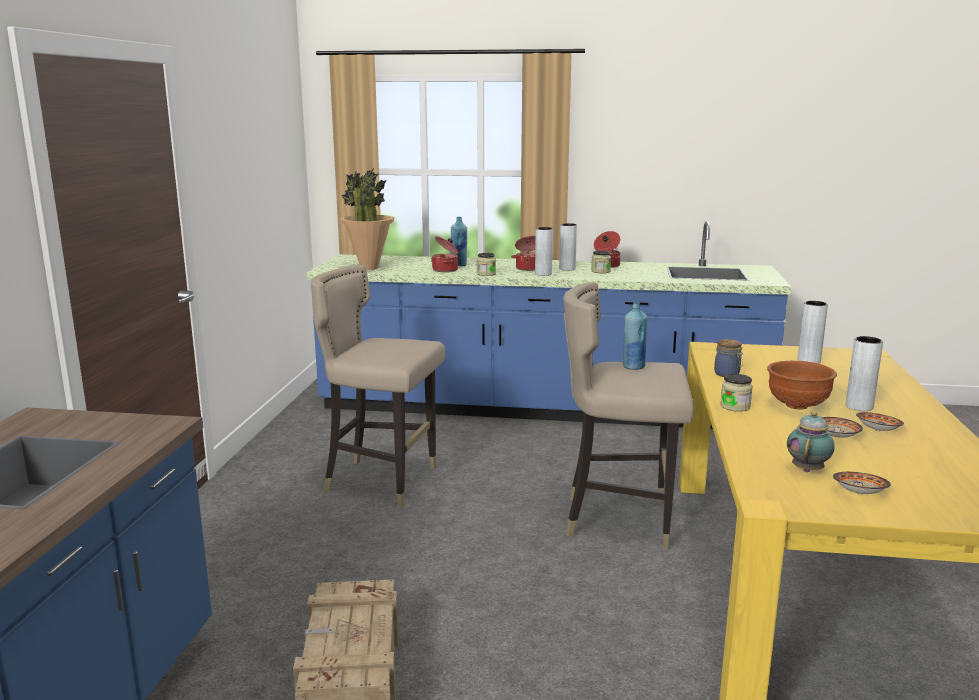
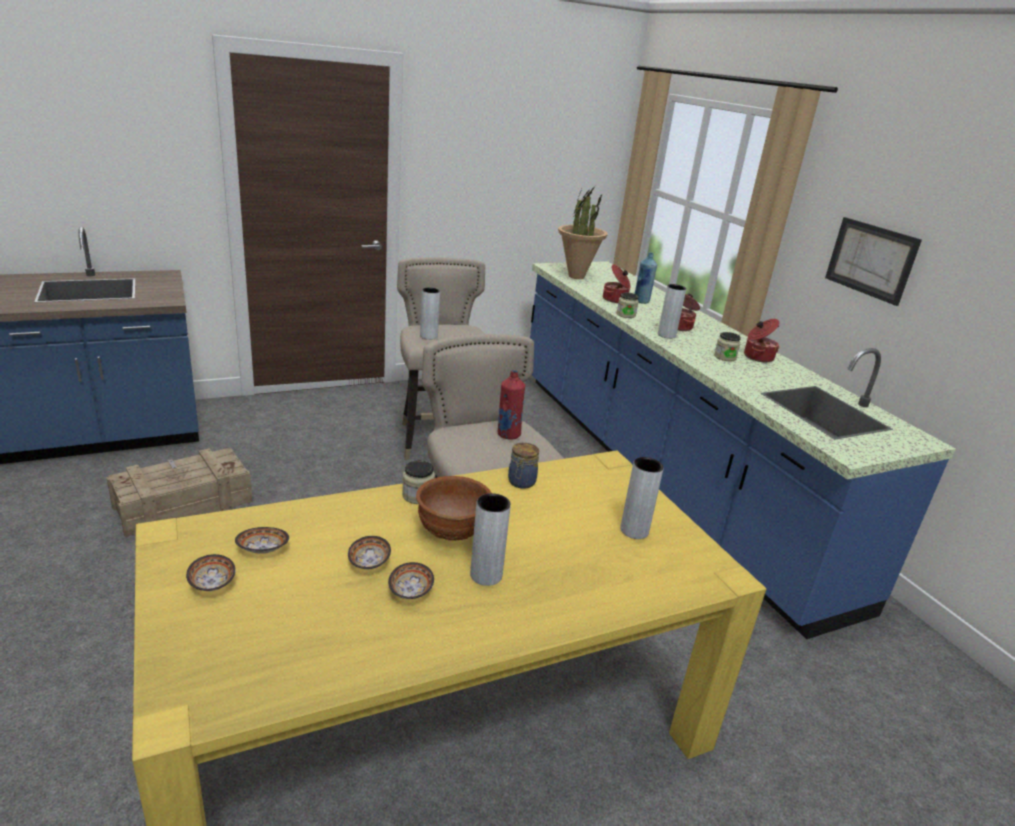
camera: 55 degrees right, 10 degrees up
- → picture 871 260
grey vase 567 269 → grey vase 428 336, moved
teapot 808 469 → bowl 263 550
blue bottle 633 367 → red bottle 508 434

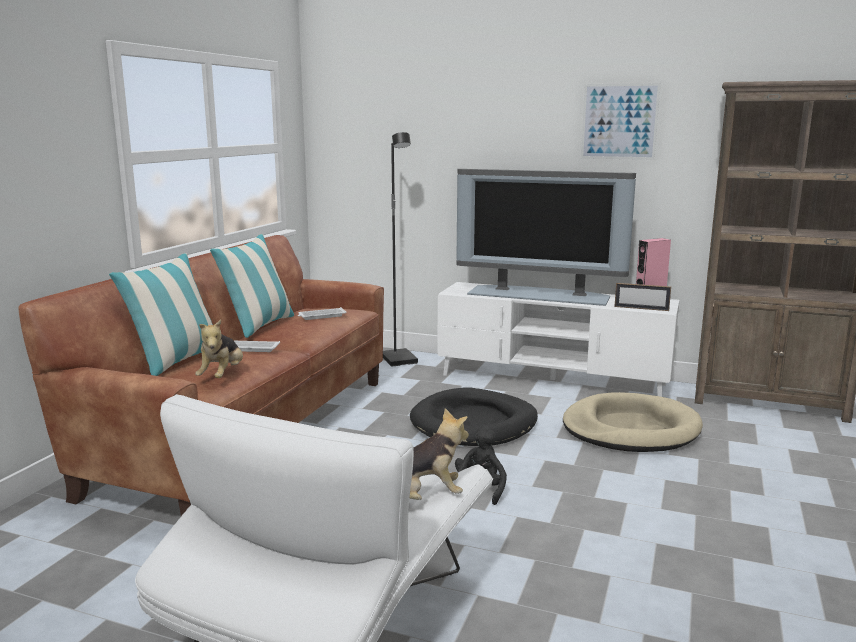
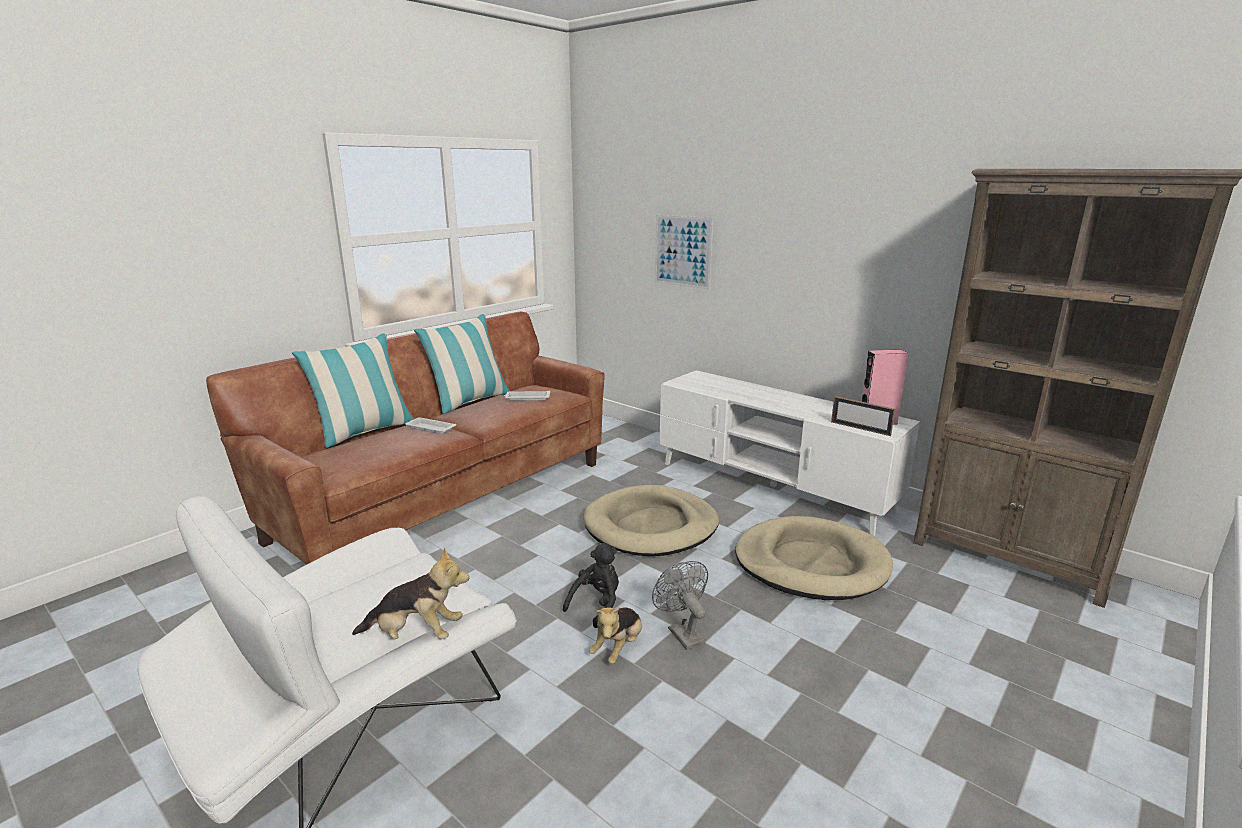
camera: 20 degrees right, 5 degrees up
black floor lamp 400 359 → -
television 539 294 → -
- → grey fan 682 633
plush toy 222 376 → plush toy 618 648, moved
picture 619 121 → picture 682 251, moved
black dog bed 474 423 → beige dog bed 651 526

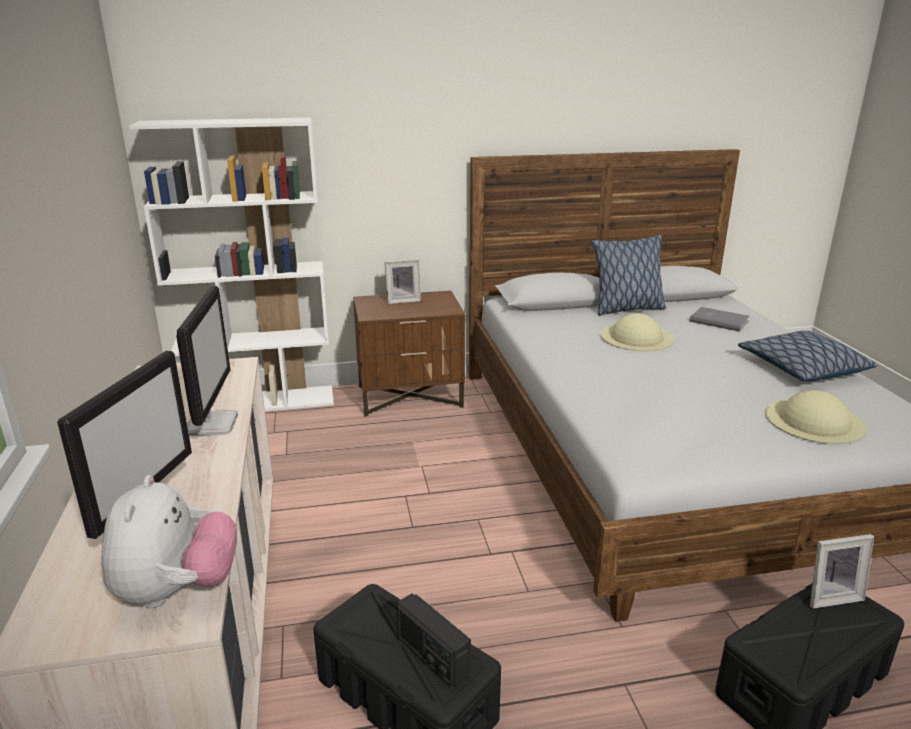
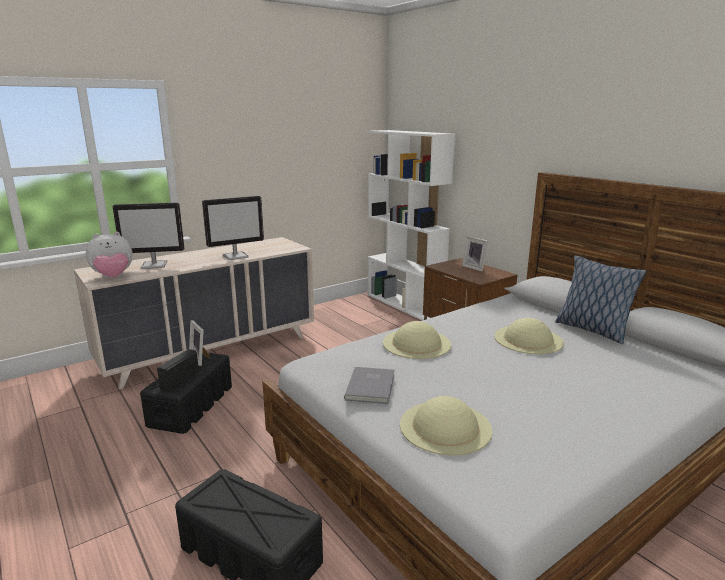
camera: 65 degrees right, 5 degrees down
pillow 802 368 → -
- → beige hat 417 343
grey book 718 320 → grey book 372 386, moved
picture frame 830 595 → picture frame 201 358, moved

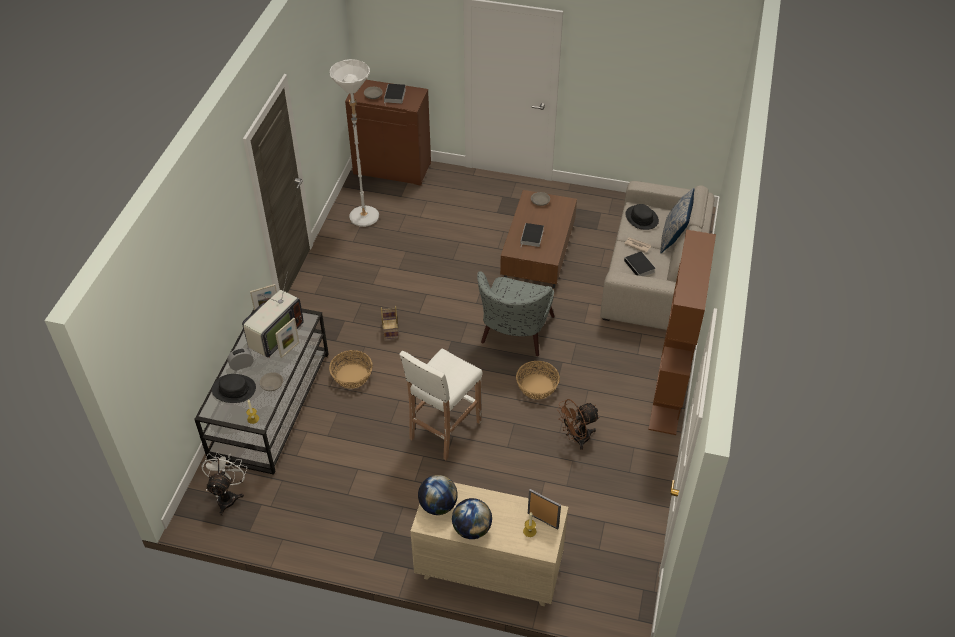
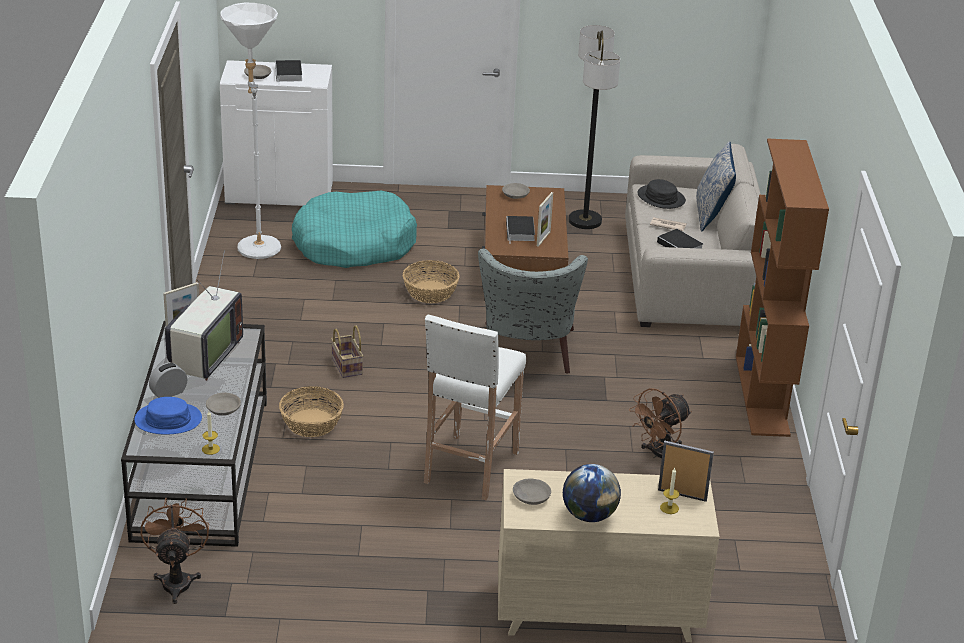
camera: 15 degrees left, 15 degrees down
- → turquoise dog bed 353 244
- → floor lamp 585 221
picture frame 289 350 → picture frame 543 239, moved
basket 537 386 → basket 430 292, moved
globe 438 505 → grey bowl 530 497
white fan 228 496 → brown fan 177 580
black hat 234 389 → blue hat 168 419
brown cabinet 393 168 → white cabinet 280 193

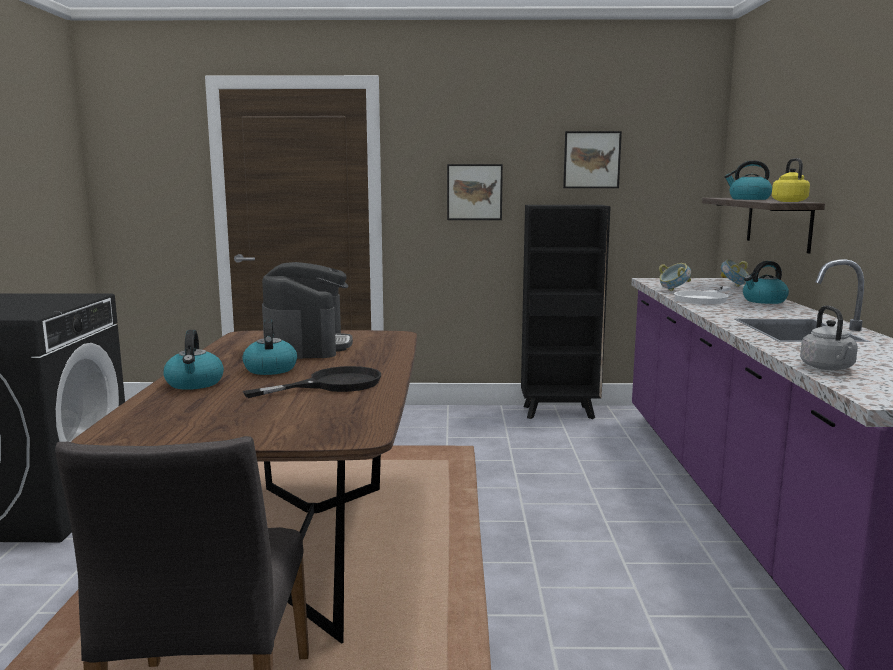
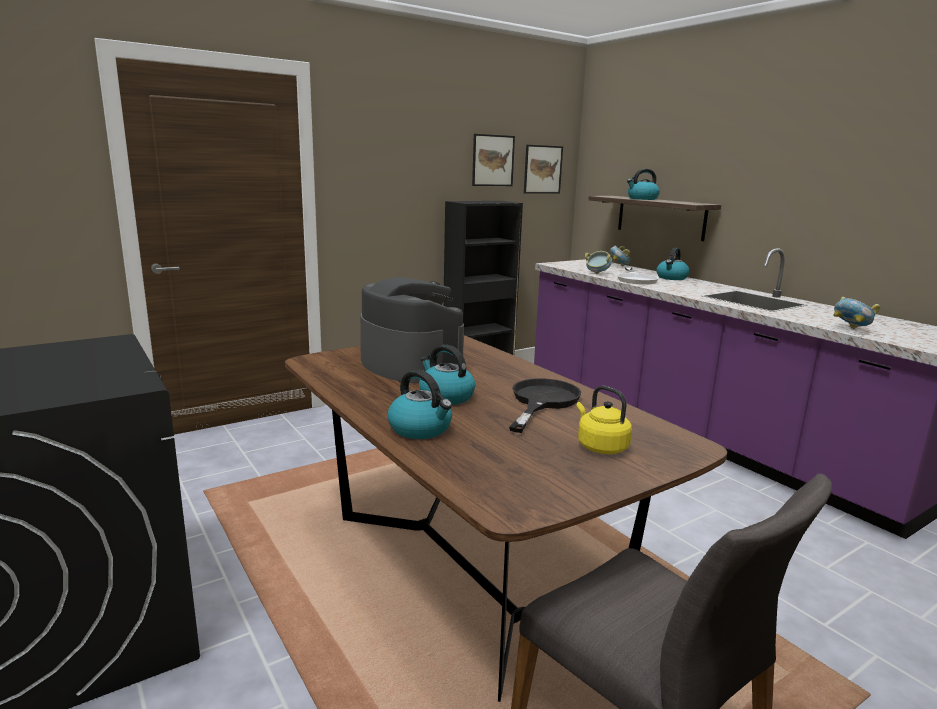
camera: 35 degrees left, 5 degrees up
picture 474 192 → picture 542 169, moved
yellow kettle 788 201 → yellow kettle 600 446, moved
grey kettle 828 368 → bowl 851 329

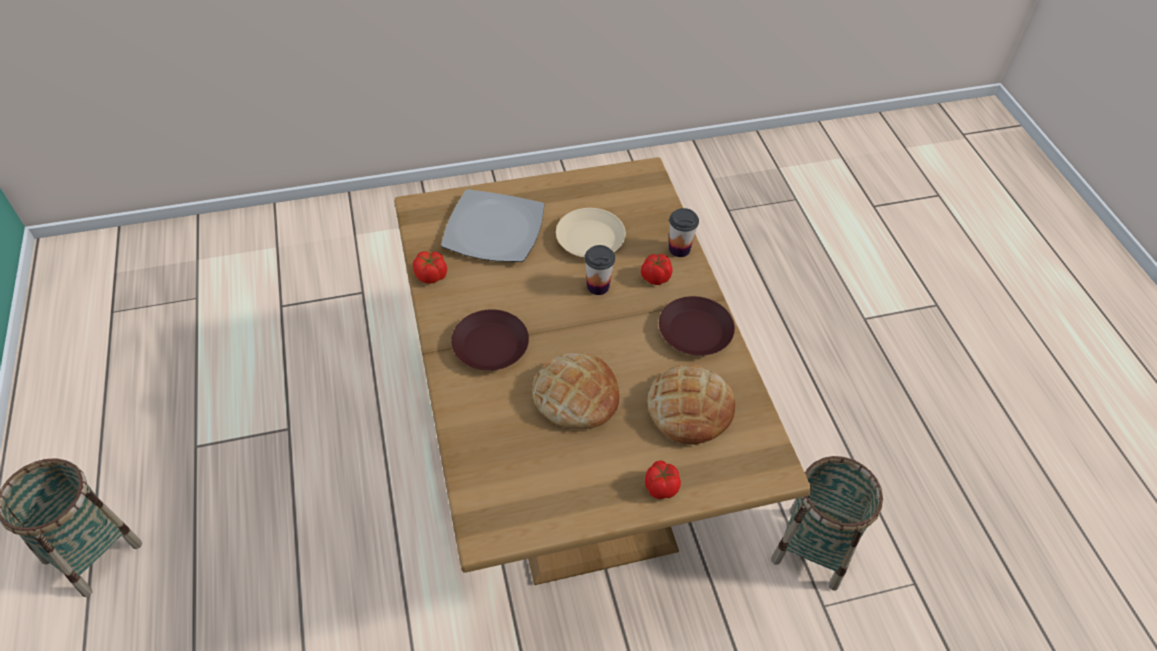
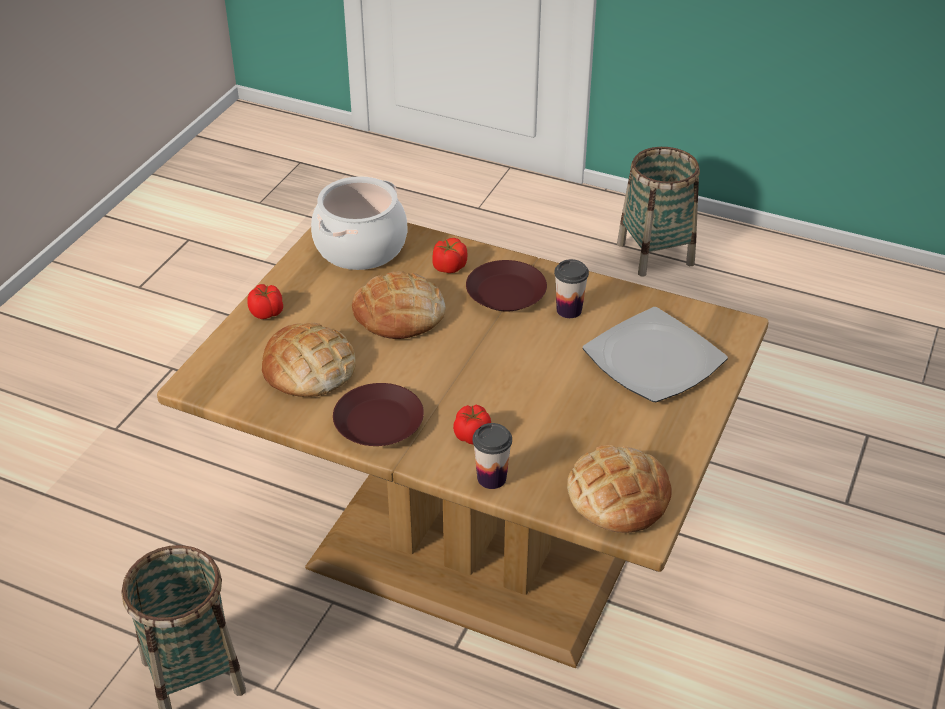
camera: 130 degrees right, 10 degrees down
beige plate 589 239 → -
- → cooking pot 360 246
- → bread 618 496
tomato 431 276 → tomato 449 267, moved
cup 598 286 → cup 569 310, moved

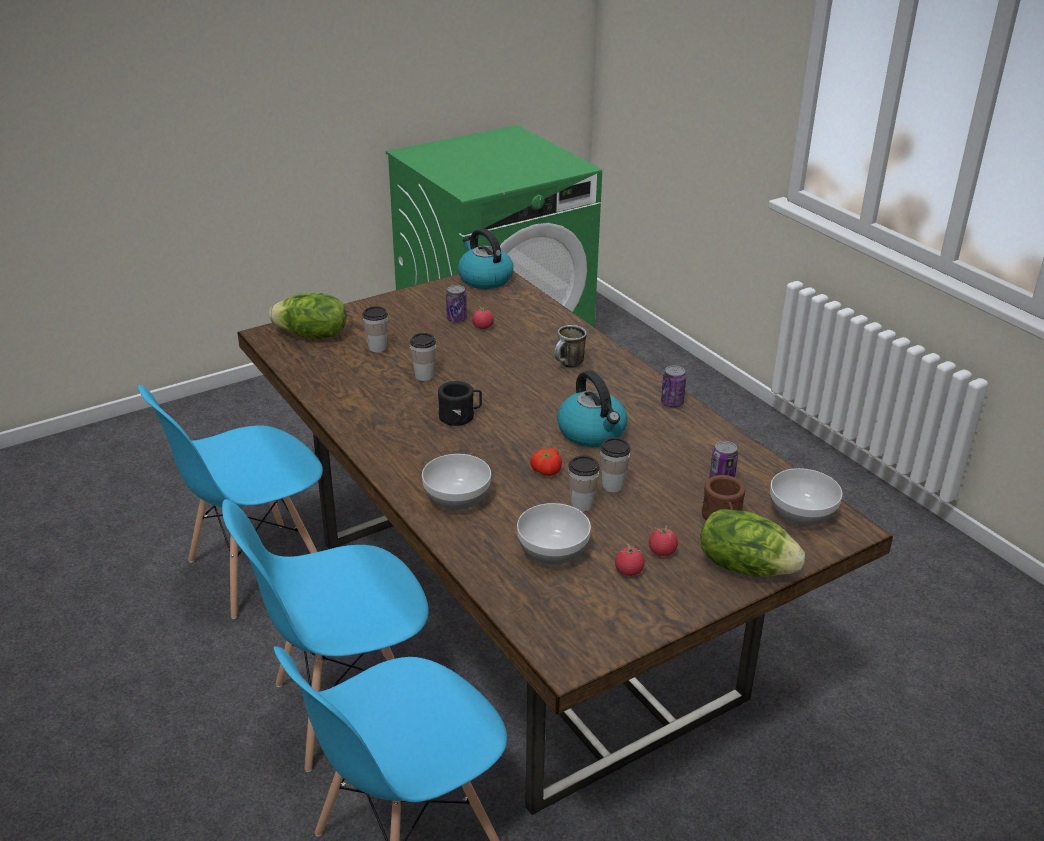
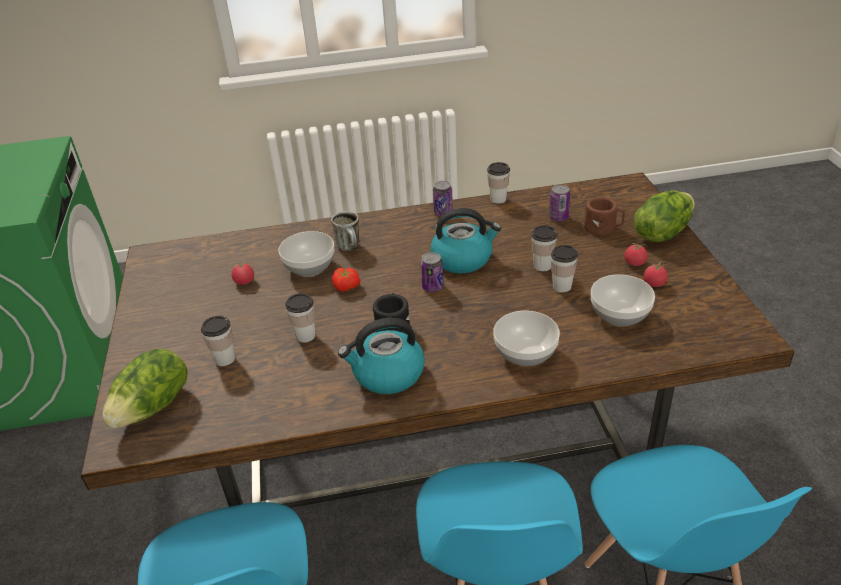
camera: 65 degrees left, 5 degrees up
- → cup 498 199
can 456 319 → can 432 287, moved
kettle 484 279 → kettle 387 374, moved
tomato 545 471 → tomato 346 287, moved
bowl 802 515 → bowl 310 267, moved

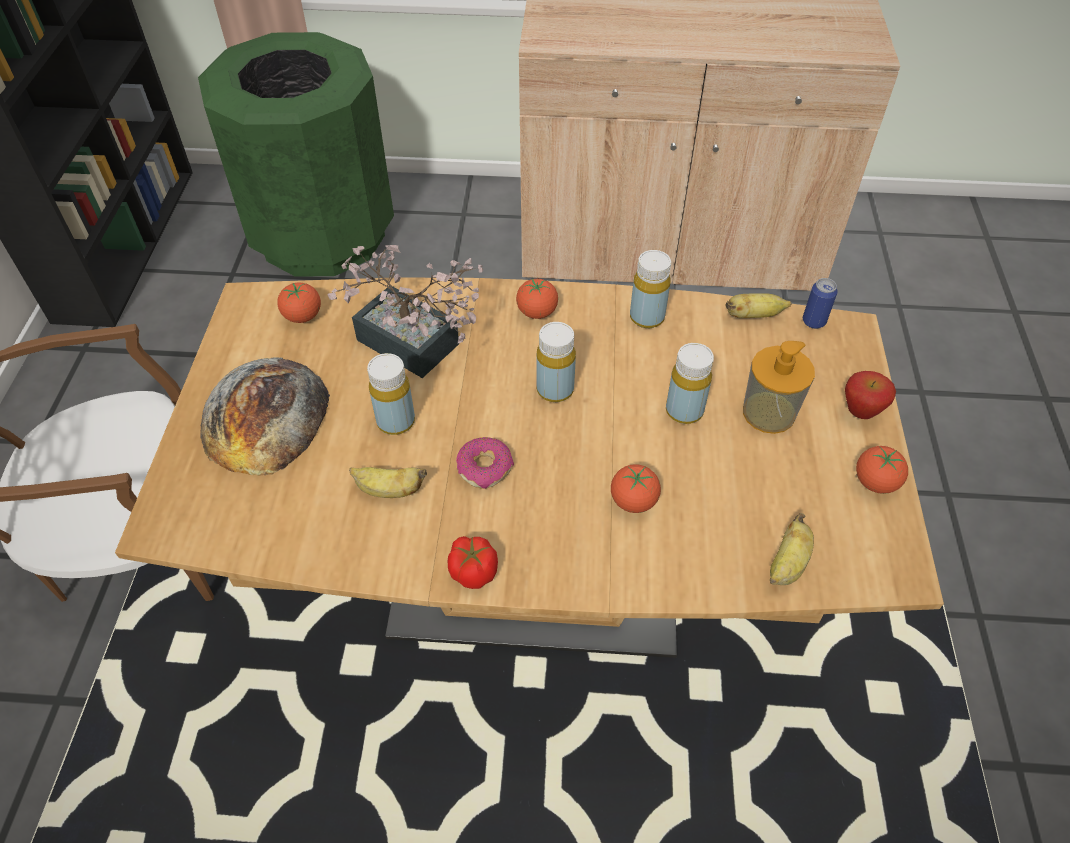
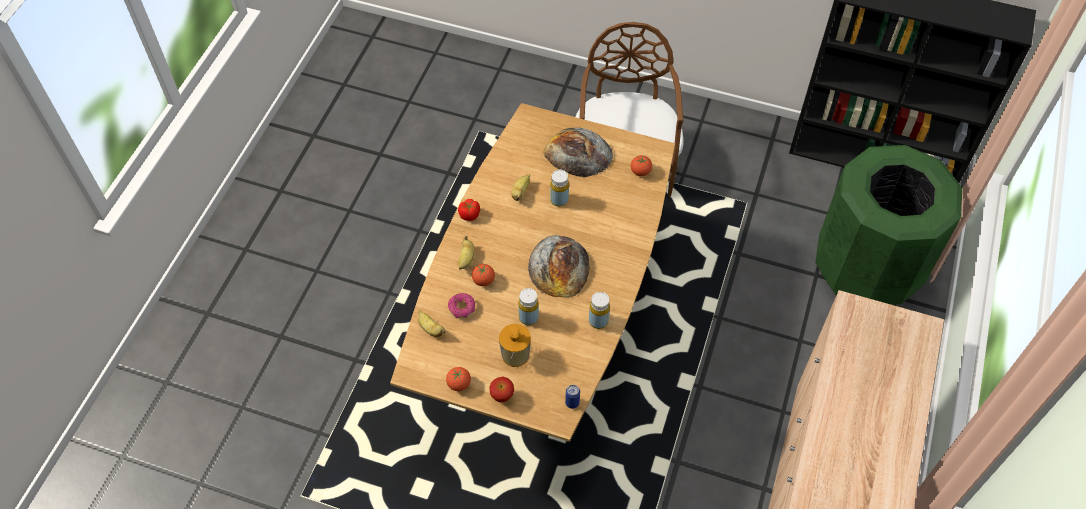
camera: 105 degrees right, 5 degrees up
potted plant 416 348 → -
tomato 537 312 → -
donut 485 468 → donut 462 308, moved
banana 753 316 → banana 466 259, moved
yellow bottle 555 390 → bread 559 266

